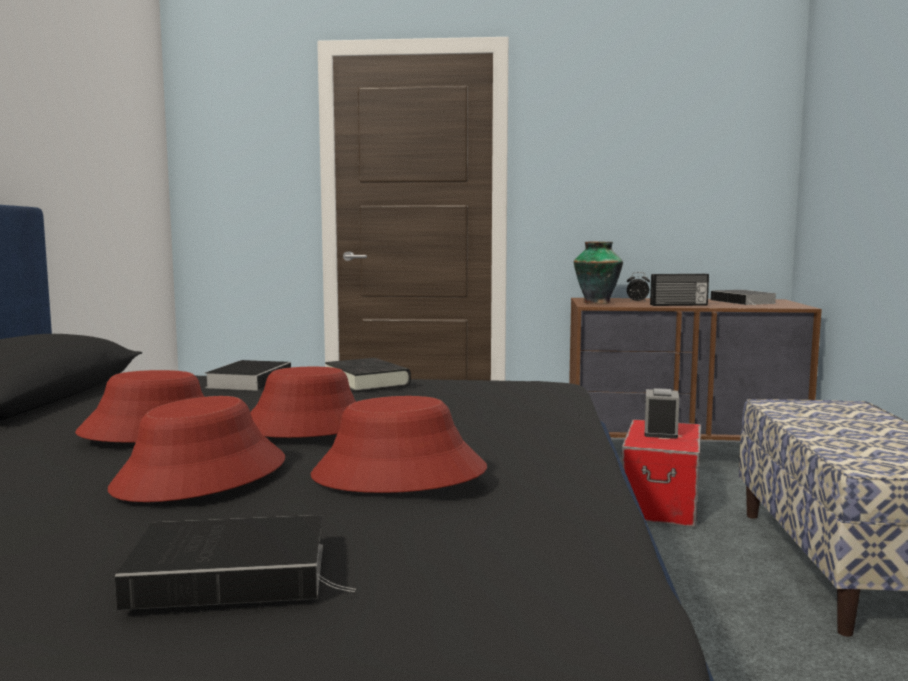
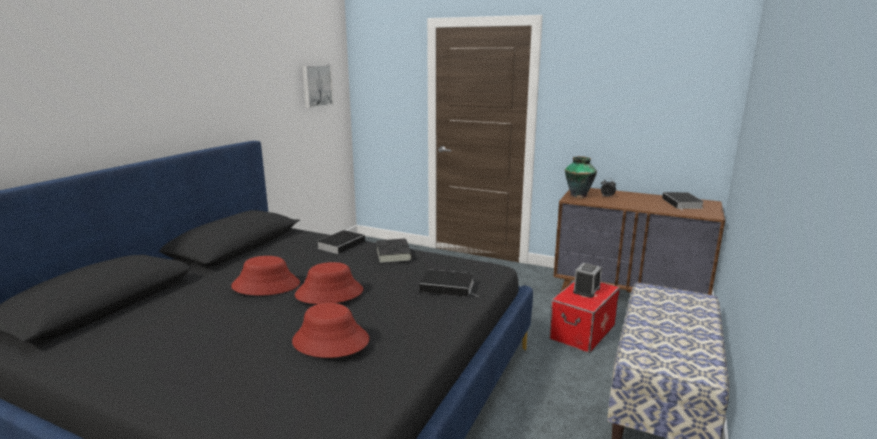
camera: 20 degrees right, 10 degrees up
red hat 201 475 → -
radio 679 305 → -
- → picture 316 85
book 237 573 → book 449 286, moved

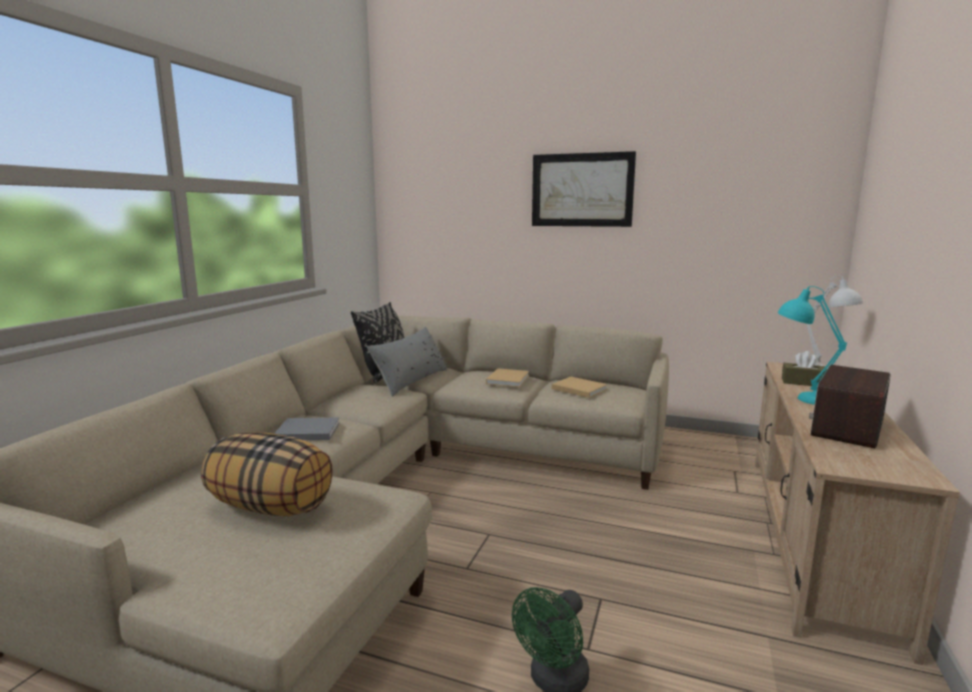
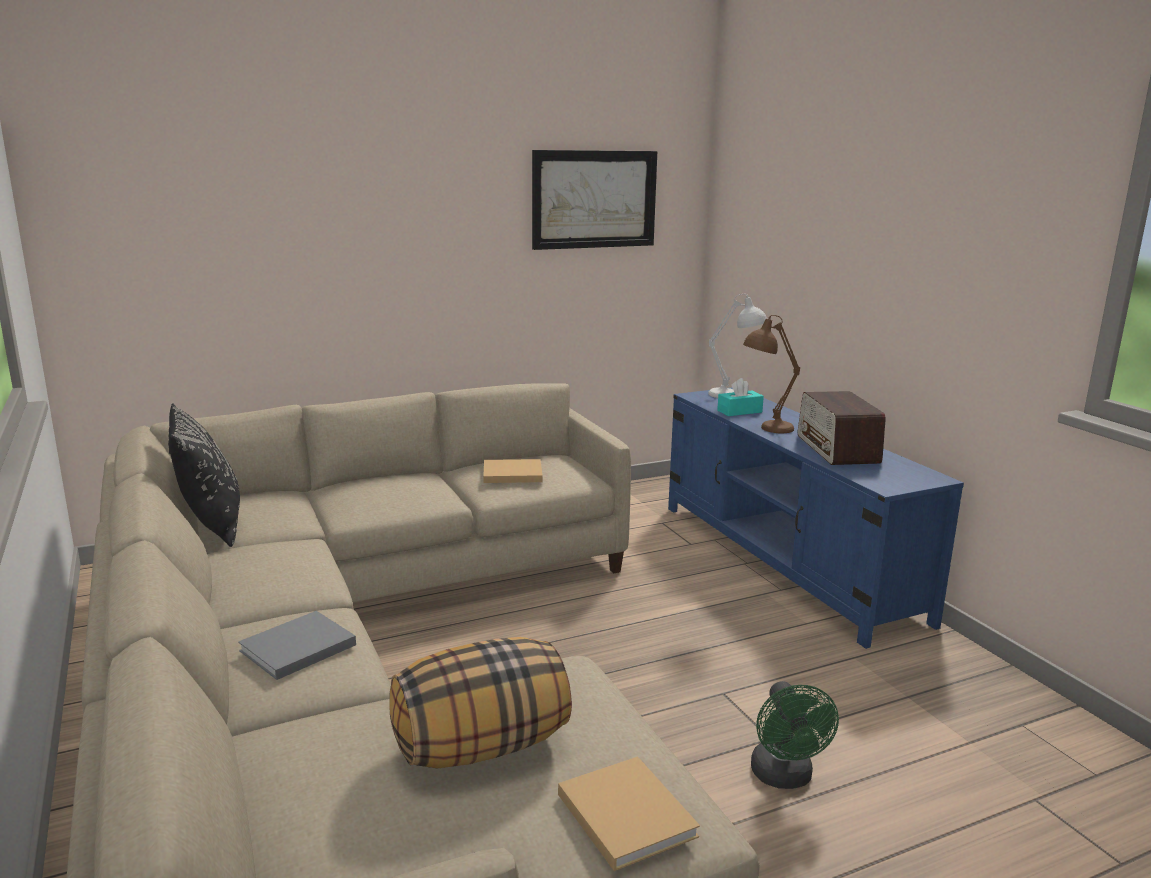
camera: 45 degrees left, 5 degrees up
grey pillow 411 380 → -
beige book 508 379 → beige book 624 812, moved
picture 582 190 → picture 594 199, moved
beige tv stand 814 536 → blue tv stand 786 561
turquoise table lamp 800 398 → brown table lamp 765 429
brown tissue box 803 382 → turquoise tissue box 739 411

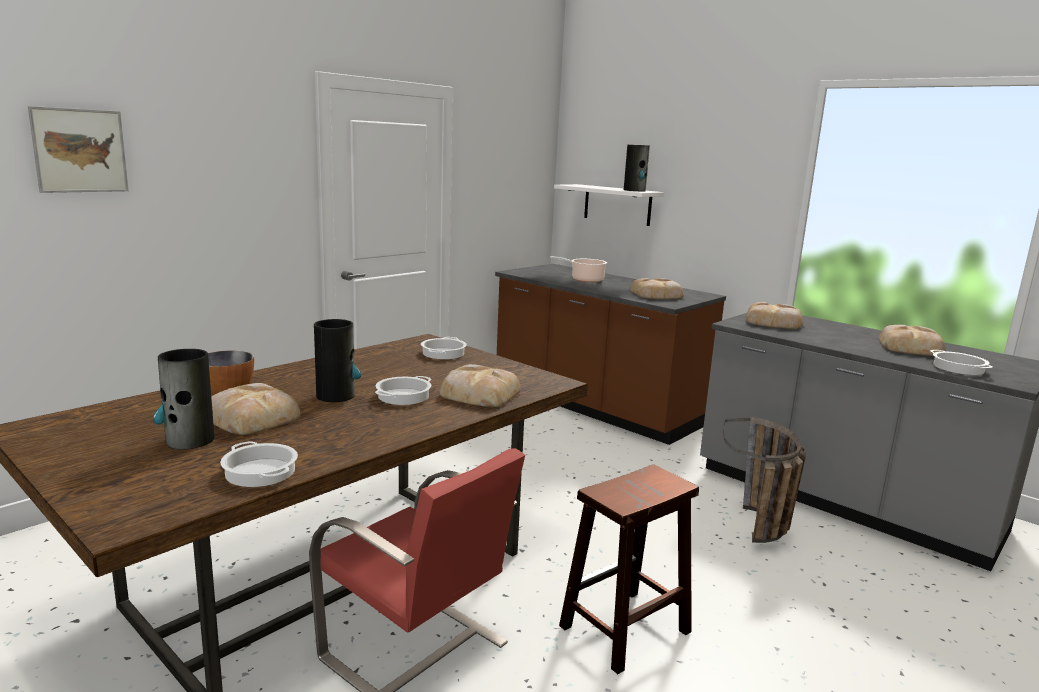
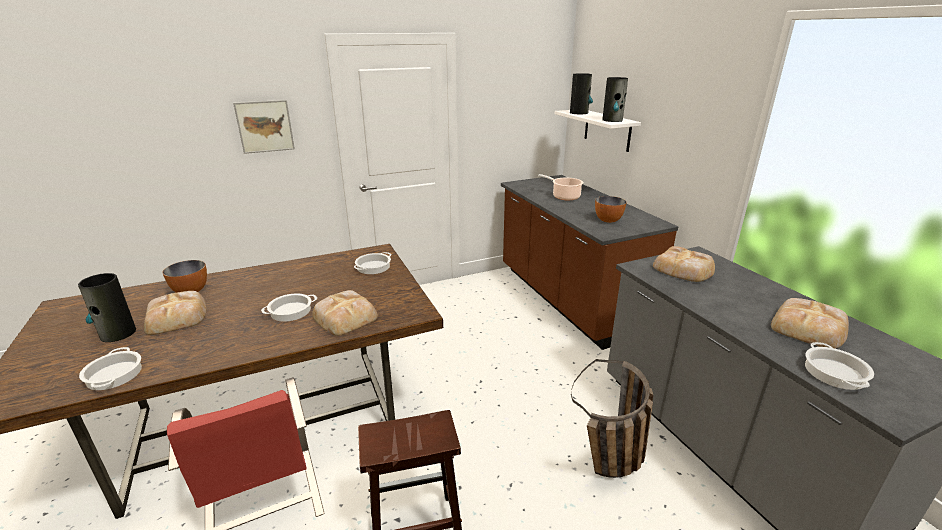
camera: 25 degrees right, 10 degrees up
picture 80 150 → picture 265 126, moved
vase 336 395 → vase 579 113, moved
bread 657 295 → bowl 608 220

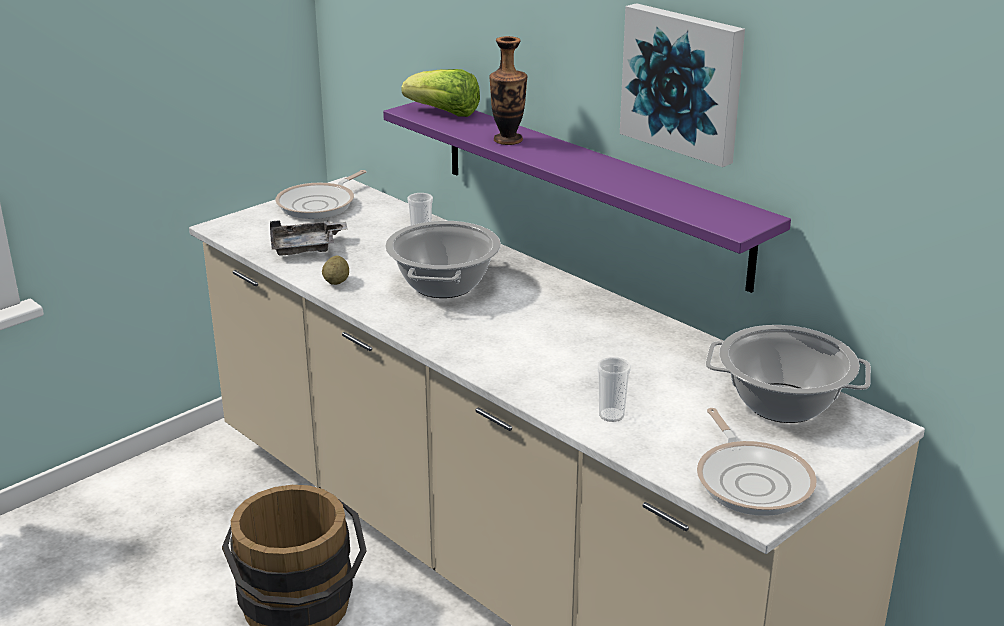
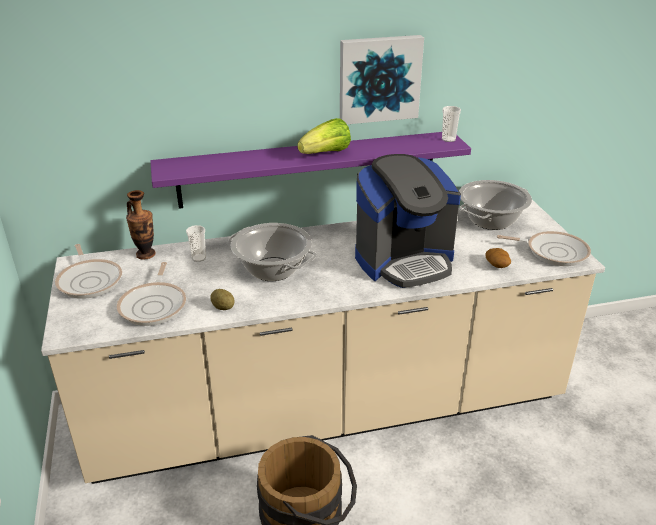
camera: 60 degrees left, 5 degrees up
- → coffee machine 404 261
- → potato 497 265
lettuce 444 113 → lettuce 326 153, moved
vase 508 140 → vase 146 254, moved
cup 611 415 → cup 448 139, moved
grey tray 306 248 → frying pan 154 305

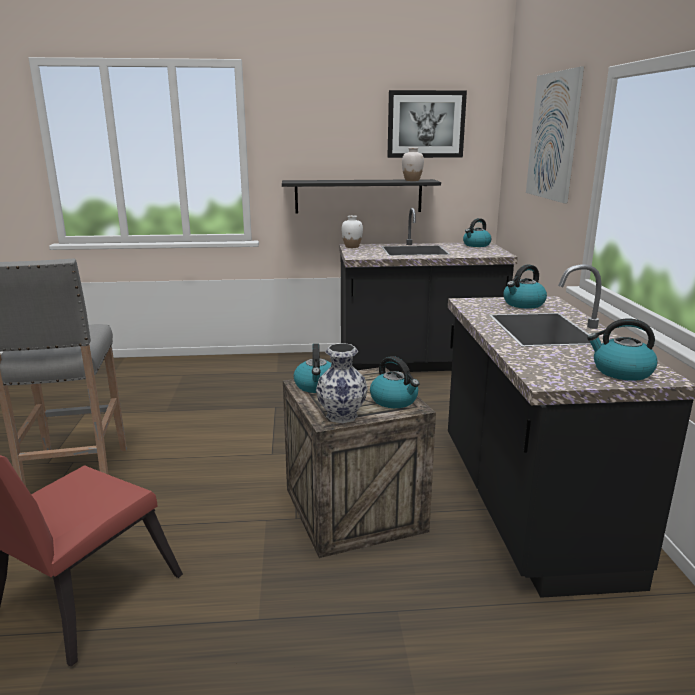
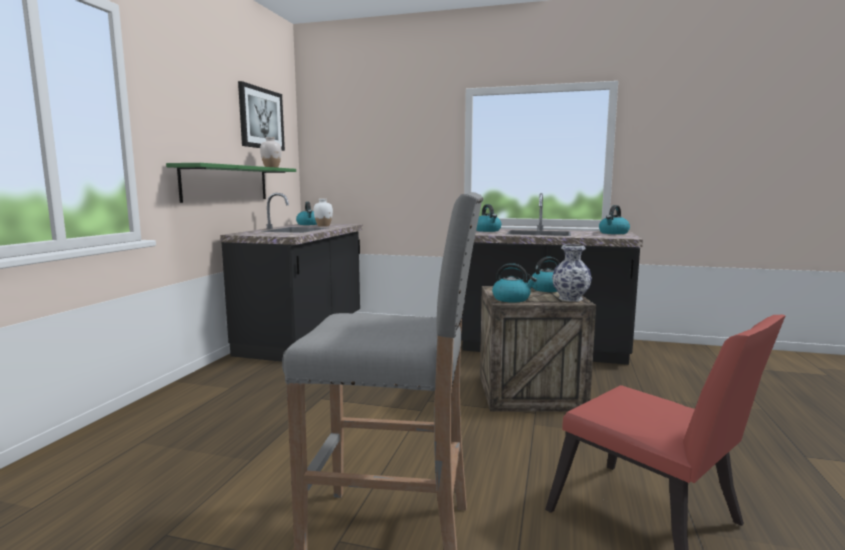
camera: 70 degrees left, 10 degrees down
picture 553 136 → -
white vase 352 247 → white vase 323 226, moved
black shelf 358 196 → green shelf 226 183

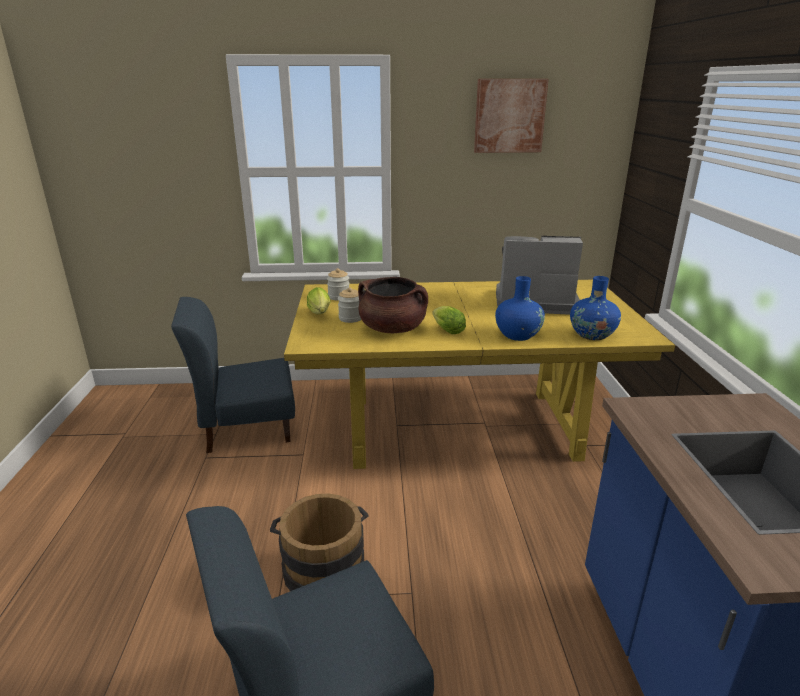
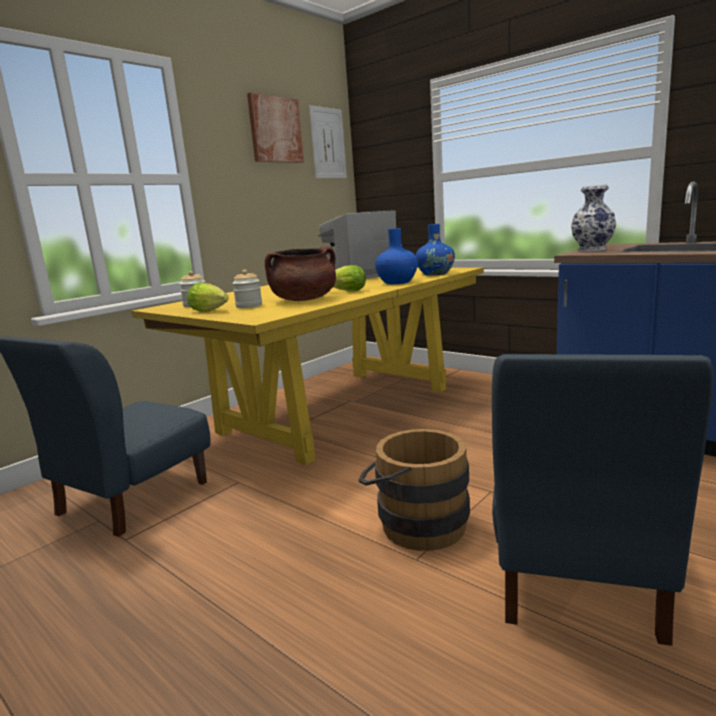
camera: 45 degrees left, 10 degrees down
- → picture 328 143
- → vase 592 249

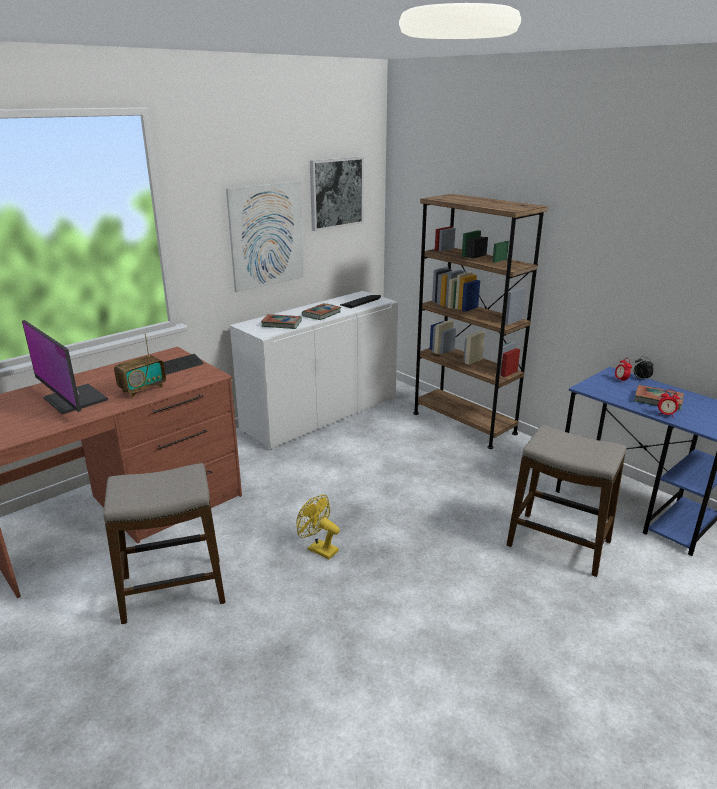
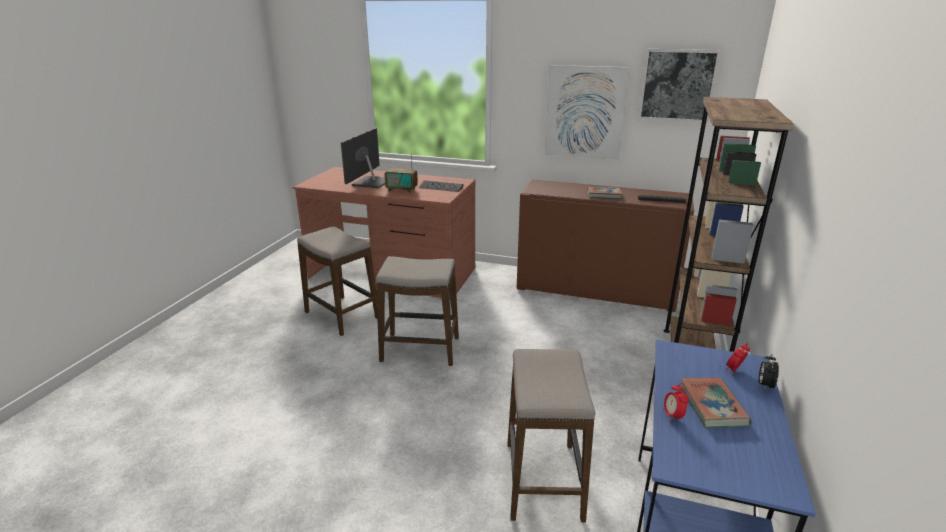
camera: 60 degrees right, 0 degrees up
book 281 324 → -
yellow fan 318 549 → stool 420 350
white cabinet 321 414 → brown cabinet 595 290

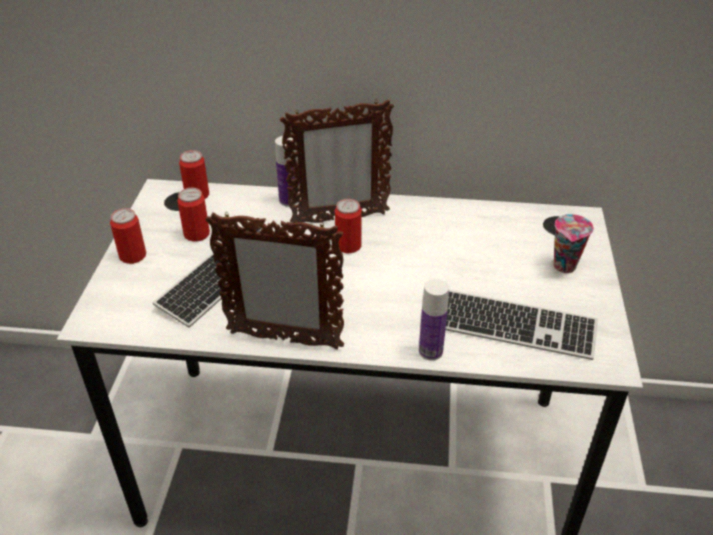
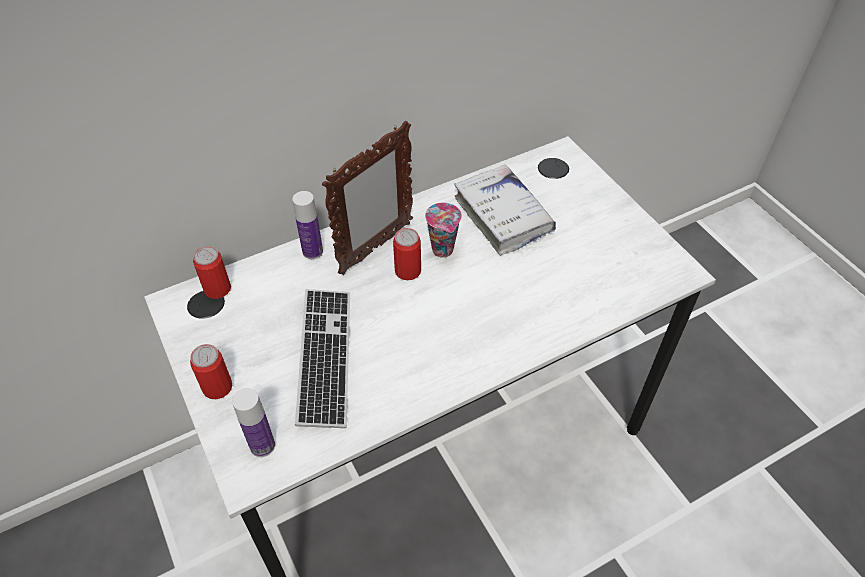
camera: 35 degrees left, 10 degrees up
can 196 234 → -
picture frame 283 340 → -
keyboard 510 326 → -
- → white book 503 216
bottle 430 351 → bottle 262 445, moved
cup 565 267 → cup 444 250, moved

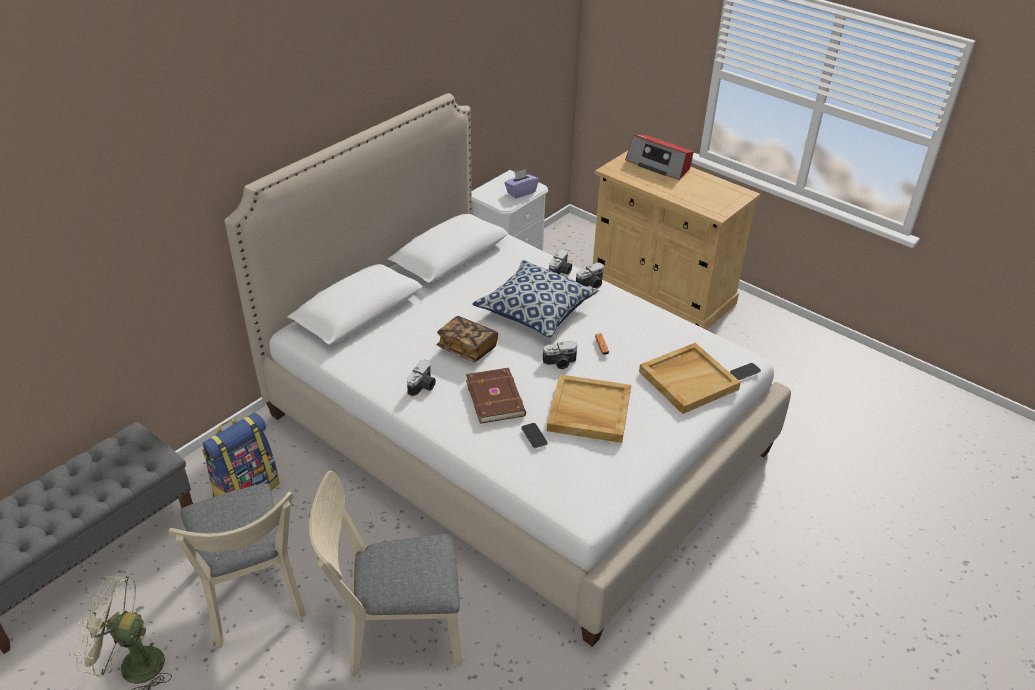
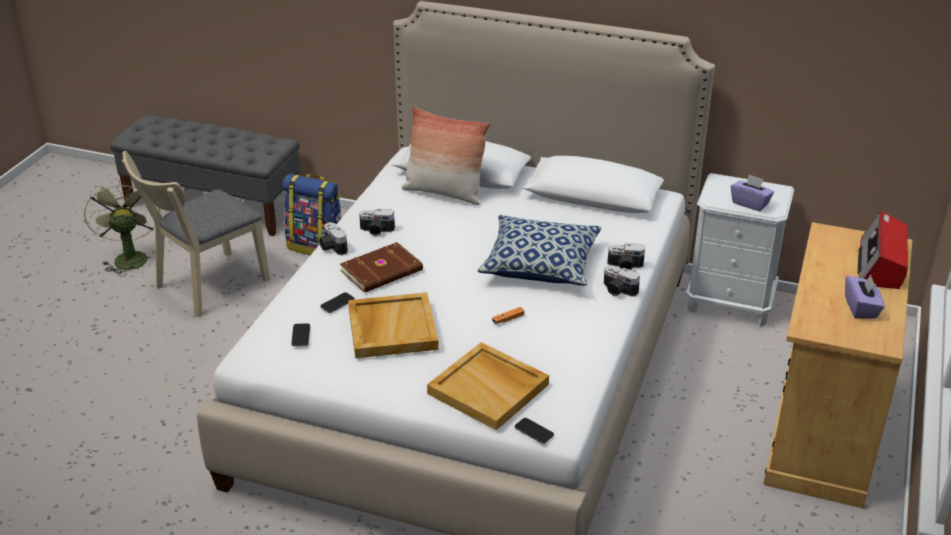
camera: 70 degrees right, 5 degrees down
beige chair 394 633 → -
book 467 348 → -
- → phone 301 336
- → pillow 444 192
- → purple tissue box 861 308
photo camera 560 363 → photo camera 332 247, moved

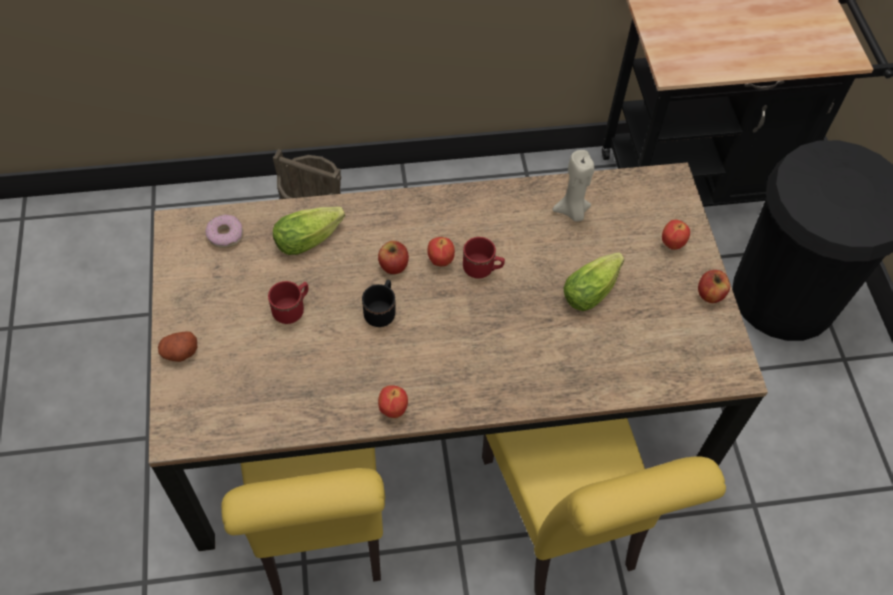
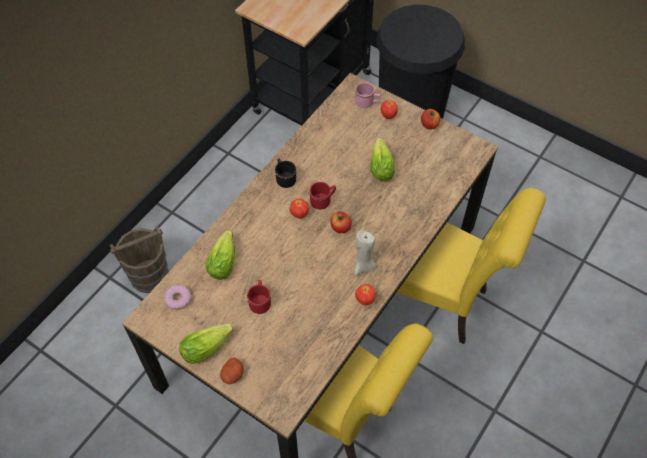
camera: 45 degrees left, 0 degrees up
- → lettuce 209 346
- → pink mug 367 103
black mug 381 311 → black mug 285 178, moved
apple 393 265 → apple 340 227, moved
beige candle 572 211 → beige candle 364 266, moved

